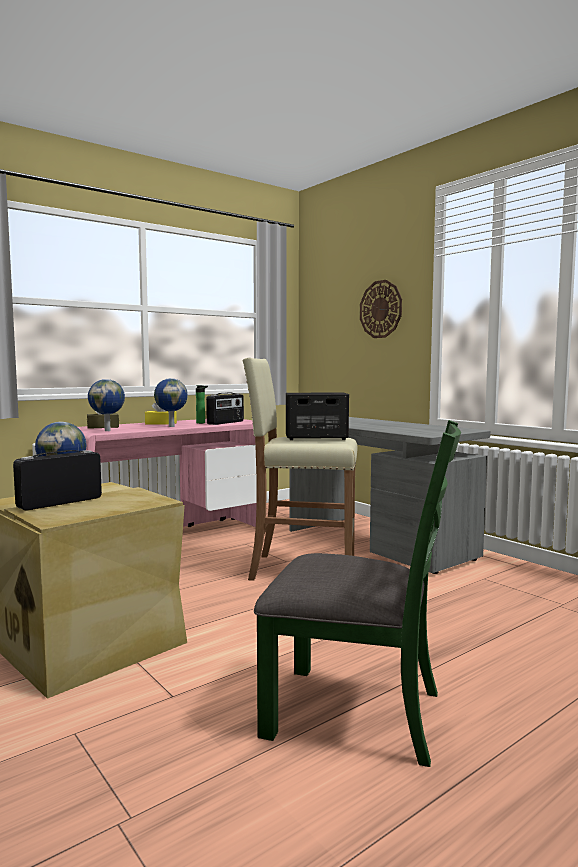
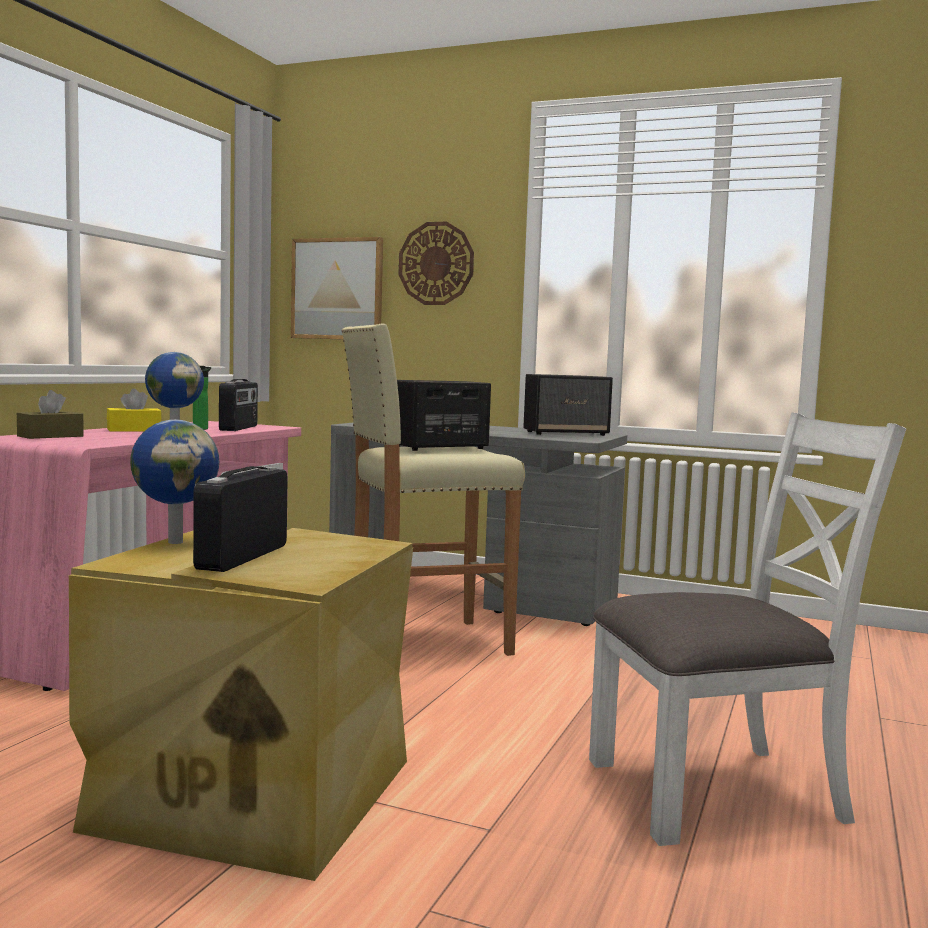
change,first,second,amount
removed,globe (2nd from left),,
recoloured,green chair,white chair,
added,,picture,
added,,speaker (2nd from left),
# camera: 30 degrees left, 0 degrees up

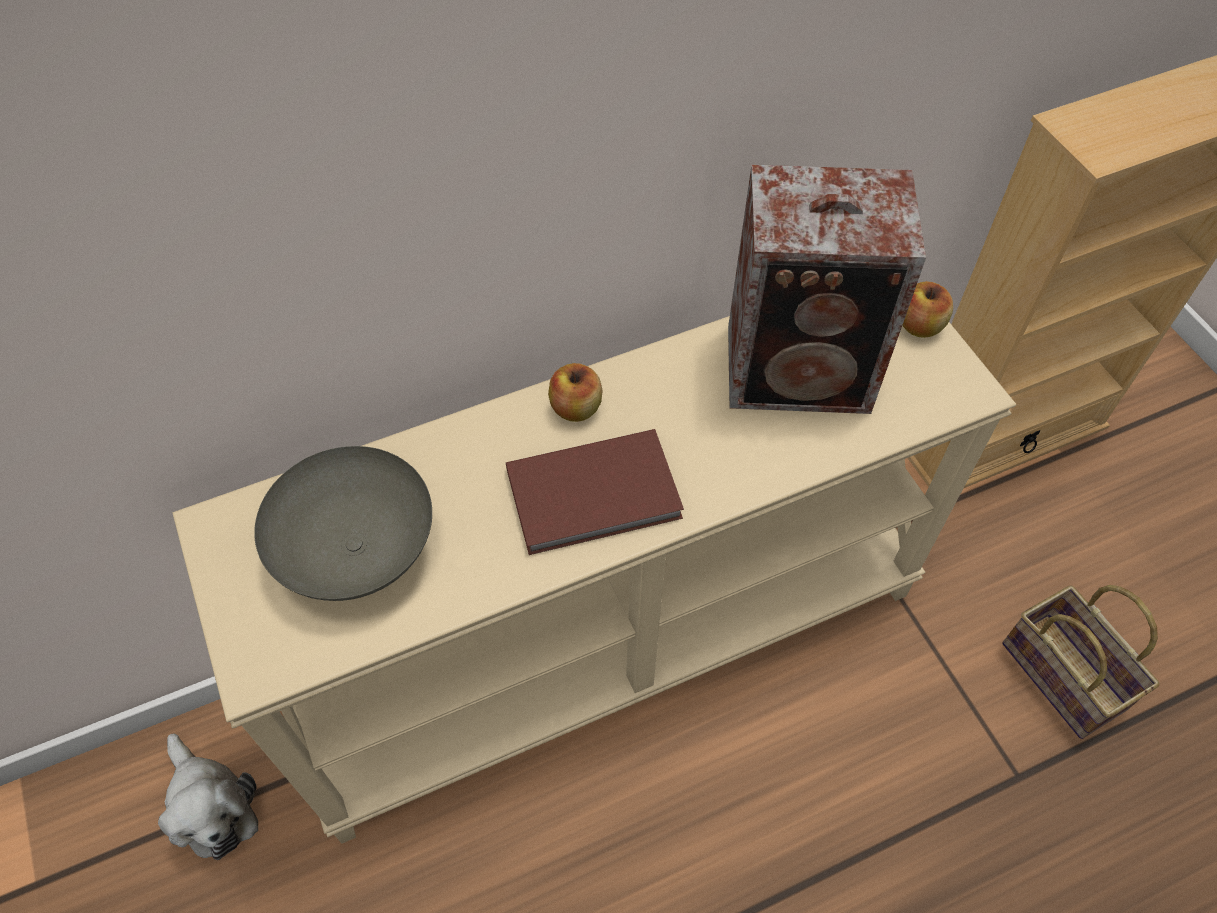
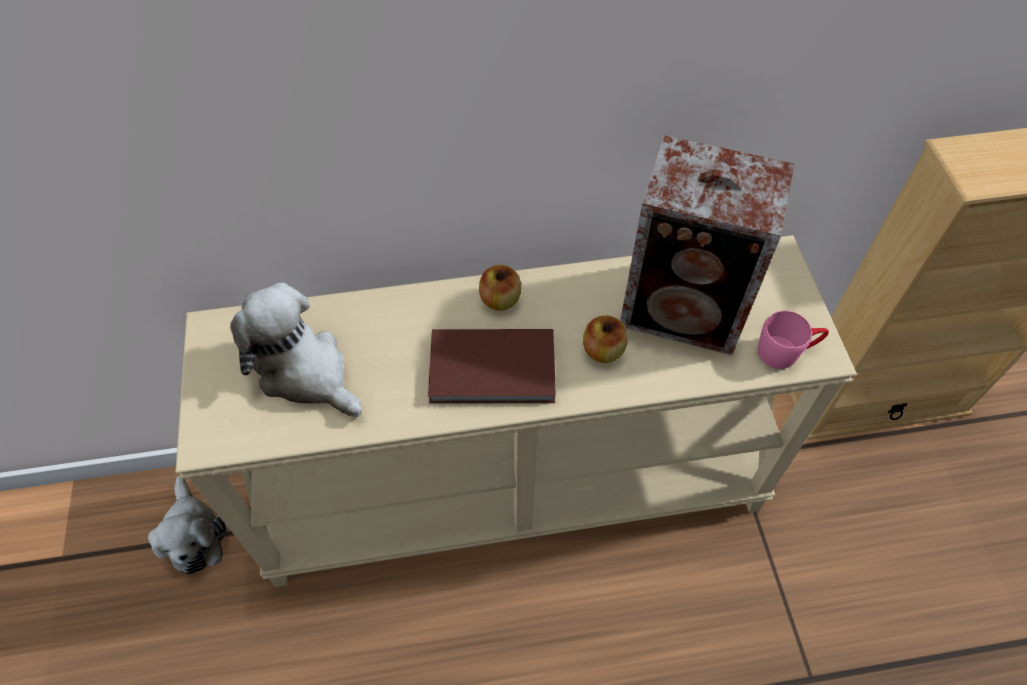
change,first,second,amount
moved,apple (2nd from left),,
replaced,grey bowl,plush toy (2nd from left),
removed,basket,,
added,,pink mug,
# camera: 15 degrees right, 0 degrees up

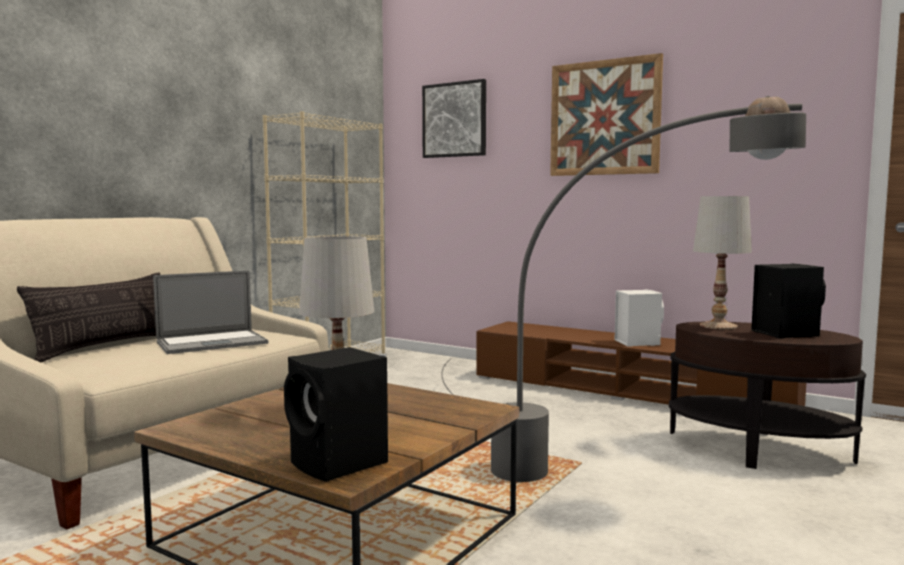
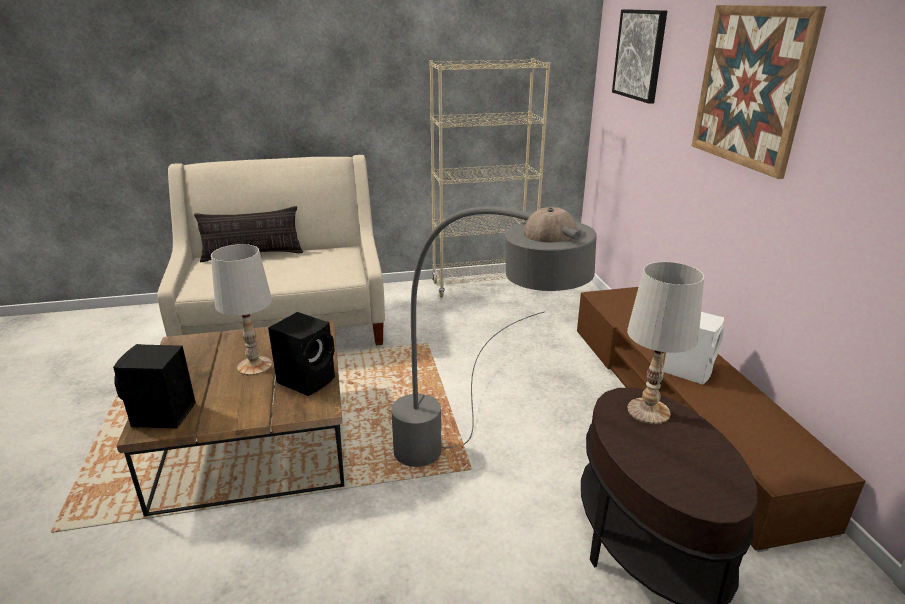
change,first,second,amount
moved,black speaker (2nd from left),,
removed,laptop,,
# camera: 45 degrees right, 20 degrees up

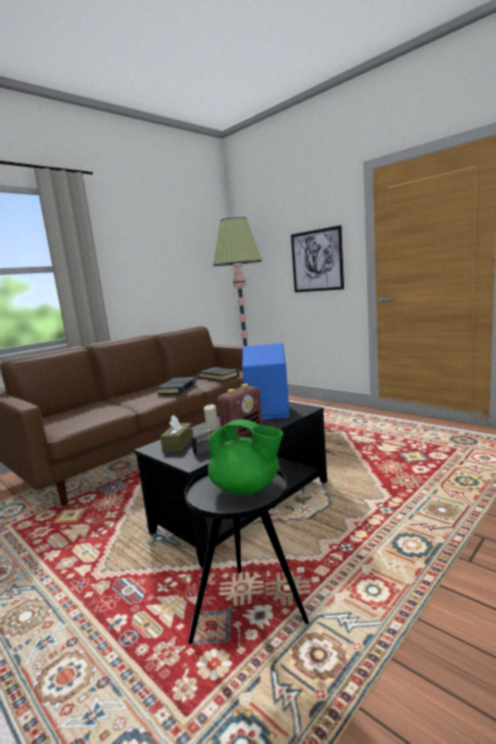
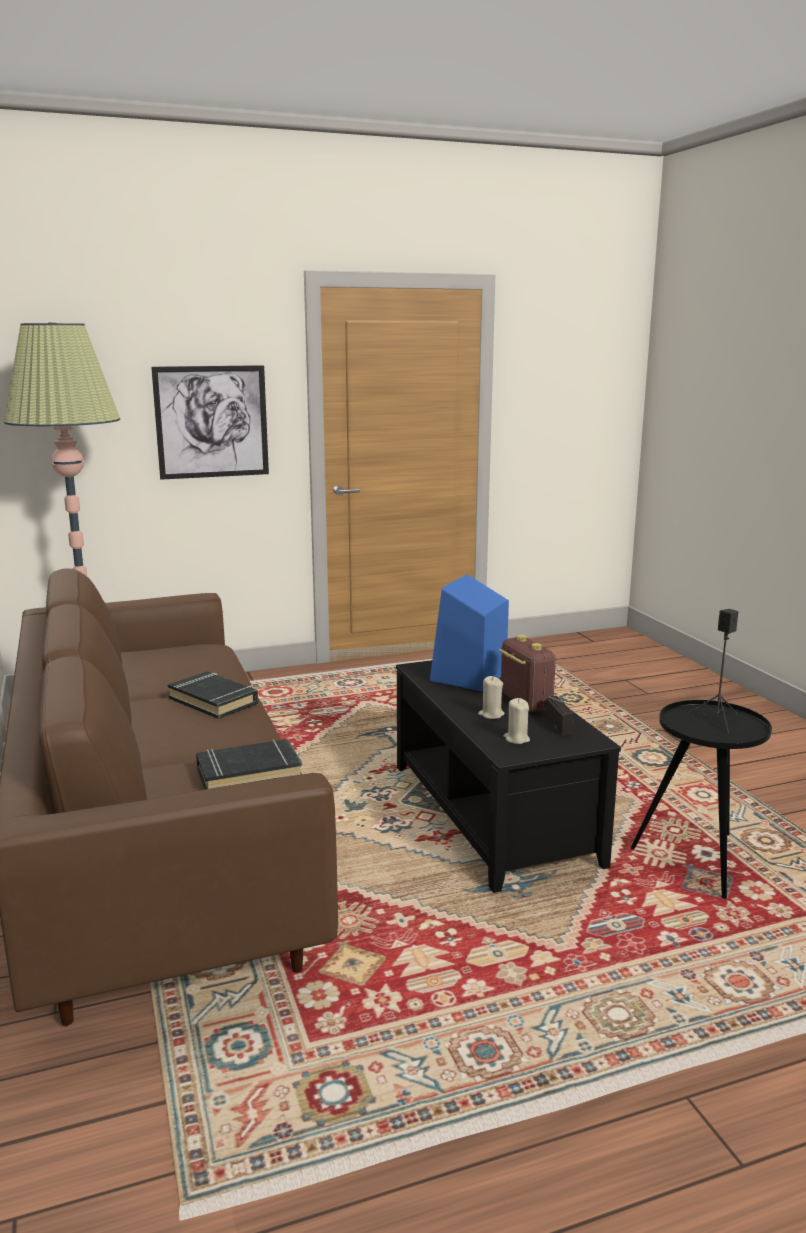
change,first,second,amount
moved,black book (2nd from left),,
replaced,brown tissue box,beige candle (2nd from left),
replaced,green teapot,black speaker,
# camera: 65 degrees left, 5 degrees up

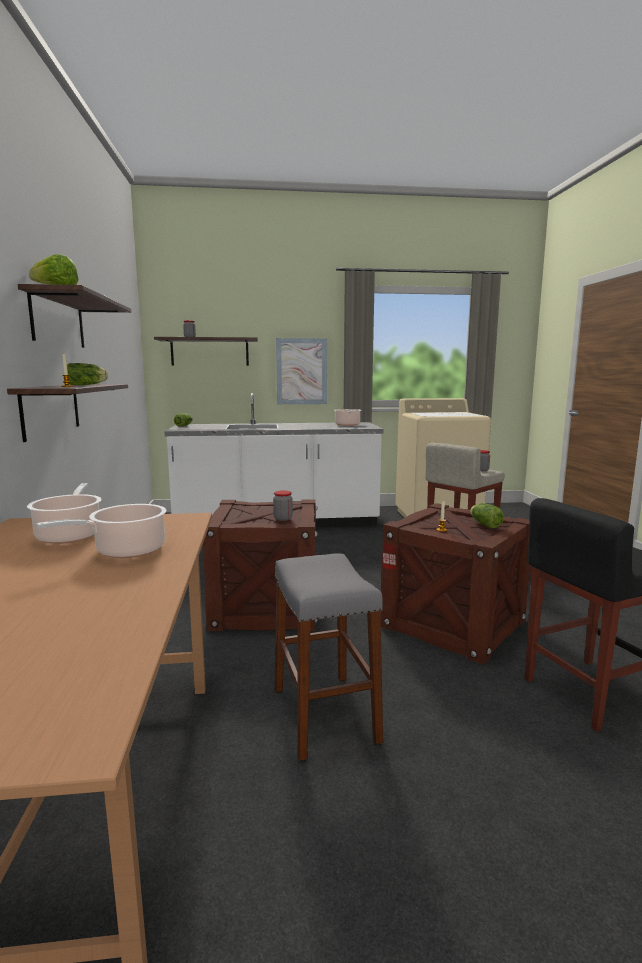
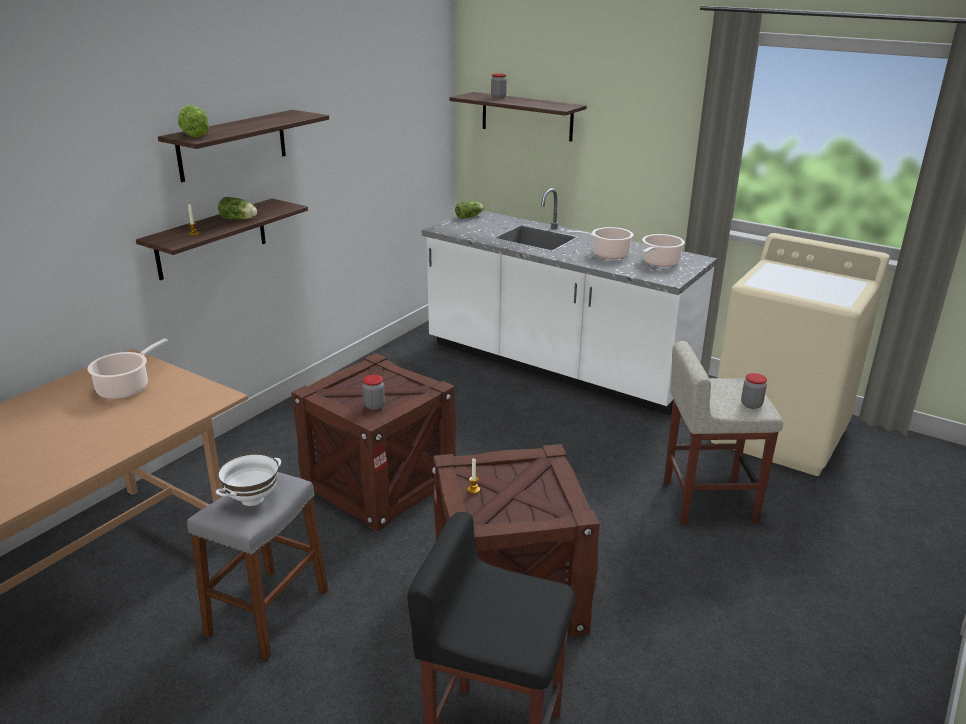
change,first,second,amount
removed,picture,,
removed,lettuce (4th from left),,
moved,cooking pot (2nd from left),,
added,,white bowl,
# camera: 40 degrees right, 15 degrees up

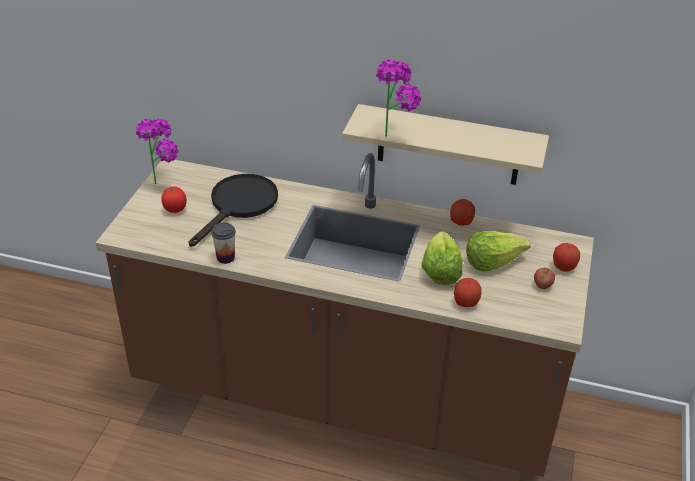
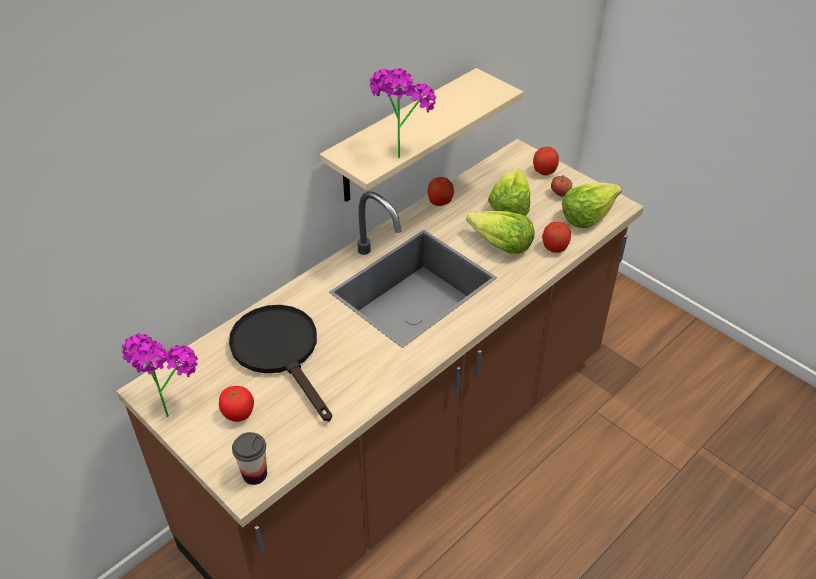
change,first,second,amount
moved,cup,,
added,,lettuce (3rd from left),
# camera: 60 degrees left, 5 degrees up

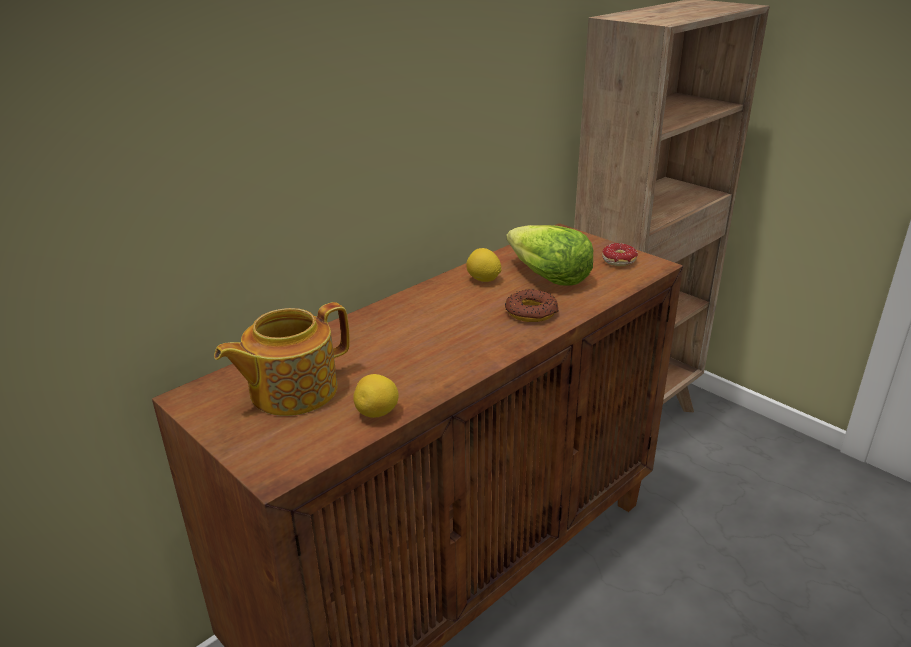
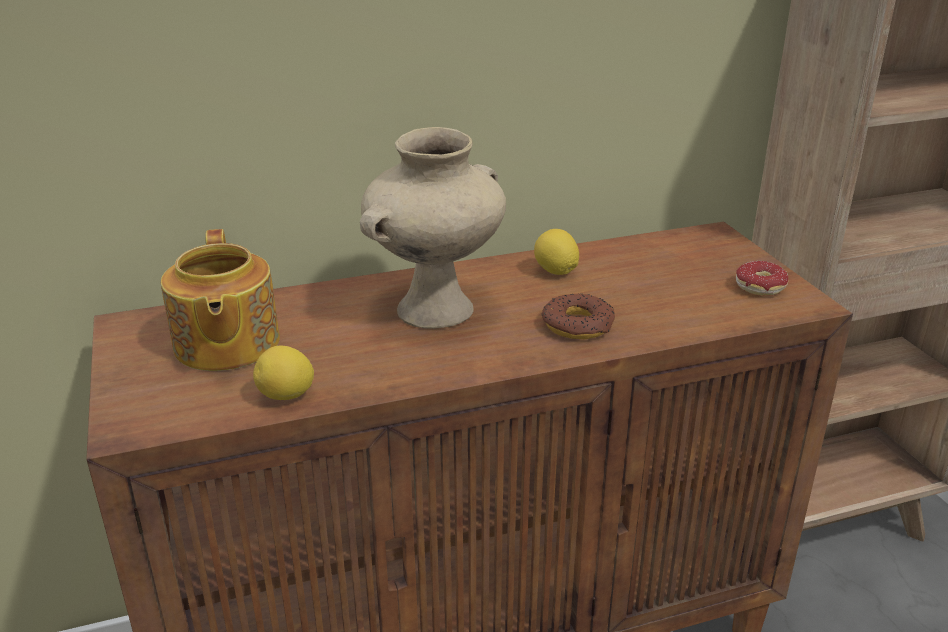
change,first,second,amount
removed,lettuce,,
turned,teapot,,90 degrees counterclockwise
added,,beige vase,
# camera: 25 degrees right, 0 degrees up

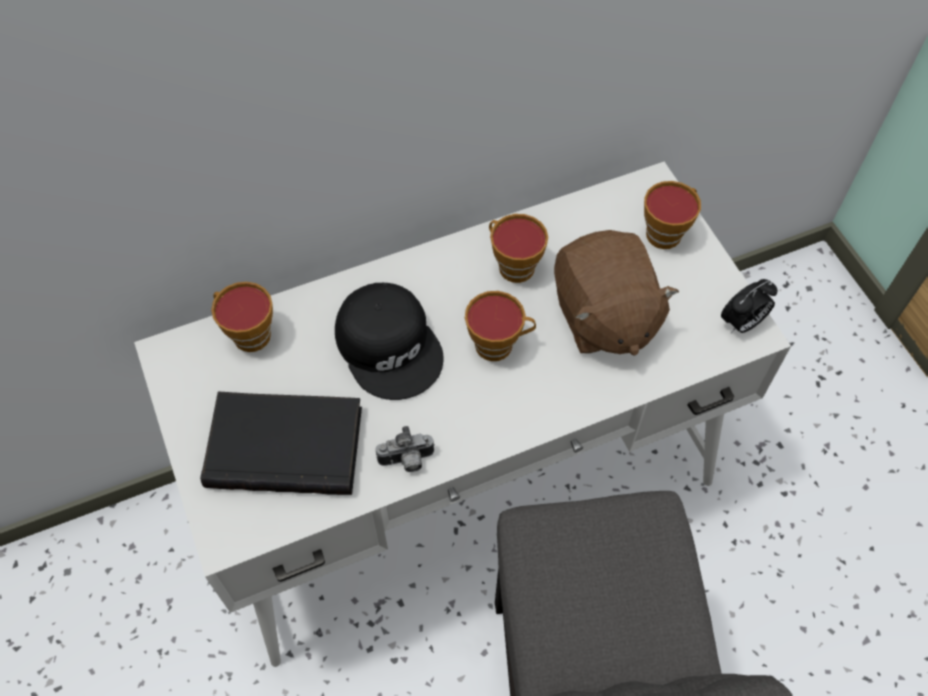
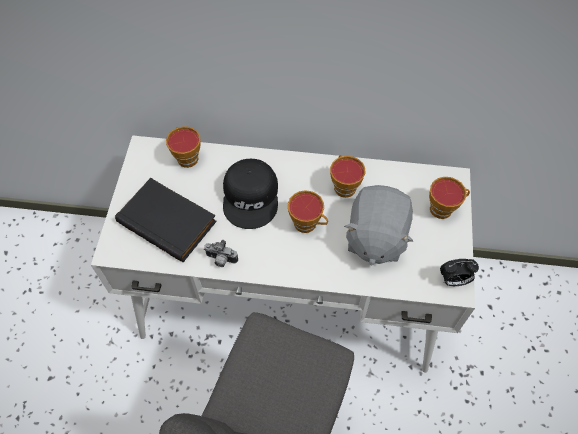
change,first,second,amount
recoloured,brown plush toy,grey plush toy,
# camera: 30 degrees right, 0 degrees up

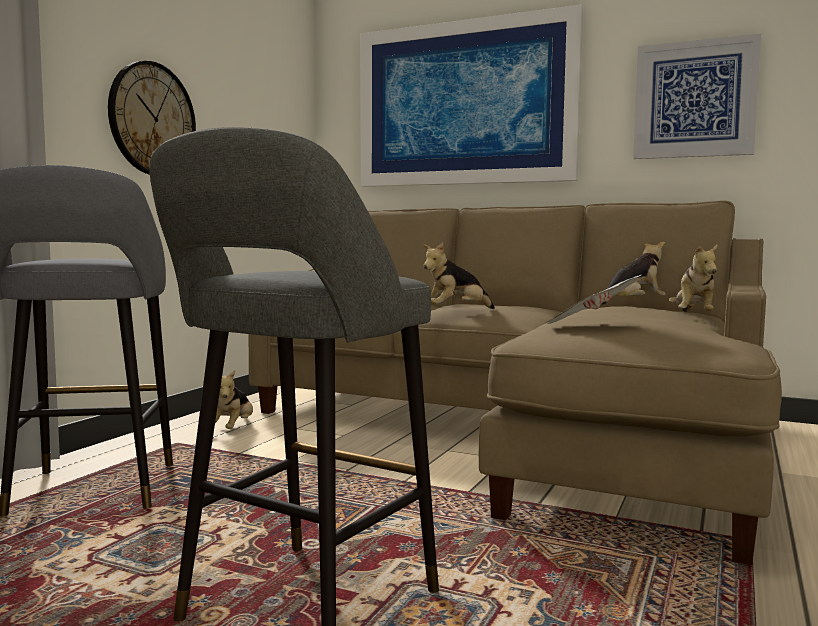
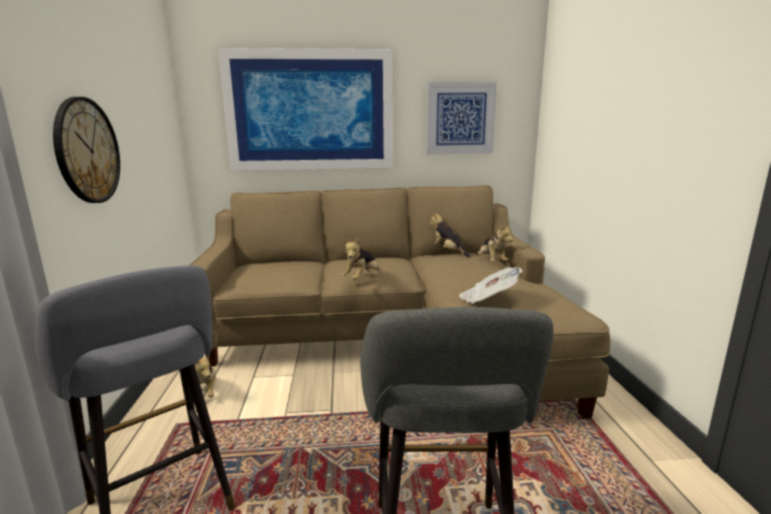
change,first,second,amount
turned,plush toy (3rd from left),,75 degrees counterclockwise
# camera: 30 degrees left, 10 degrees up

